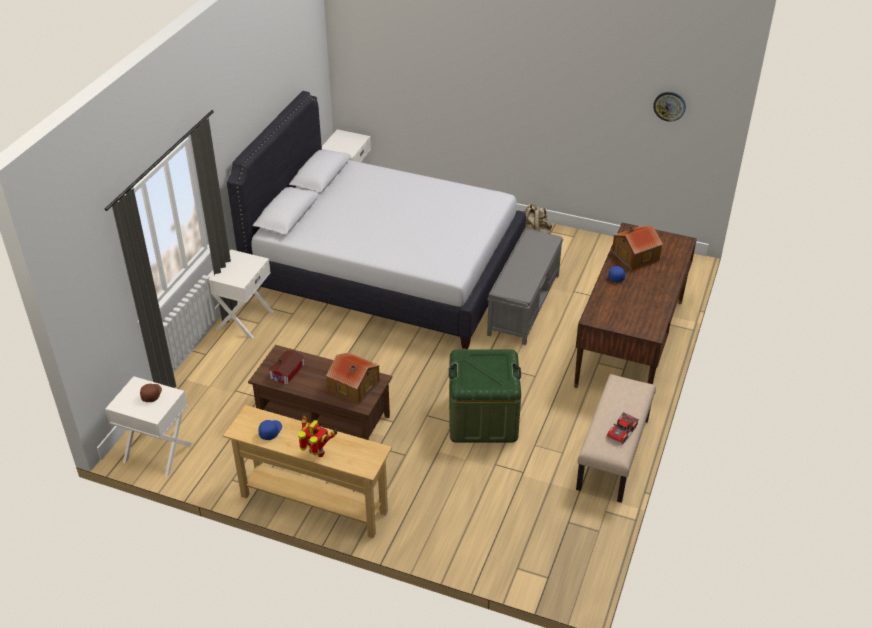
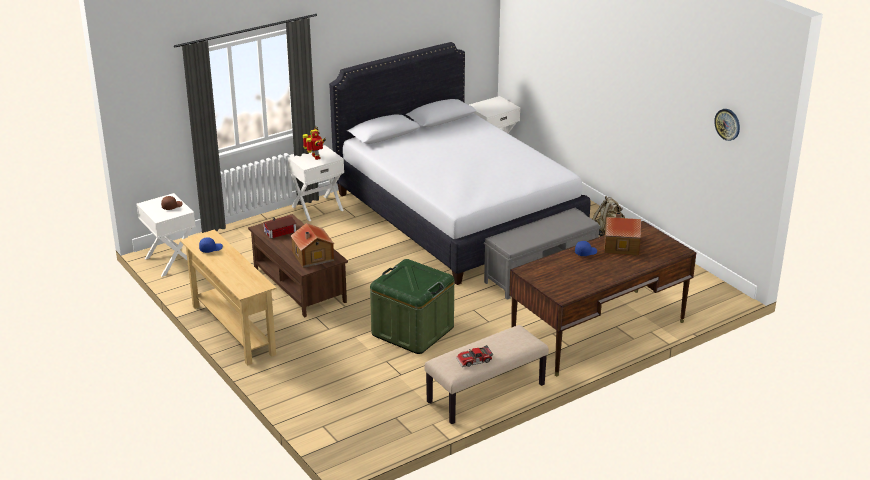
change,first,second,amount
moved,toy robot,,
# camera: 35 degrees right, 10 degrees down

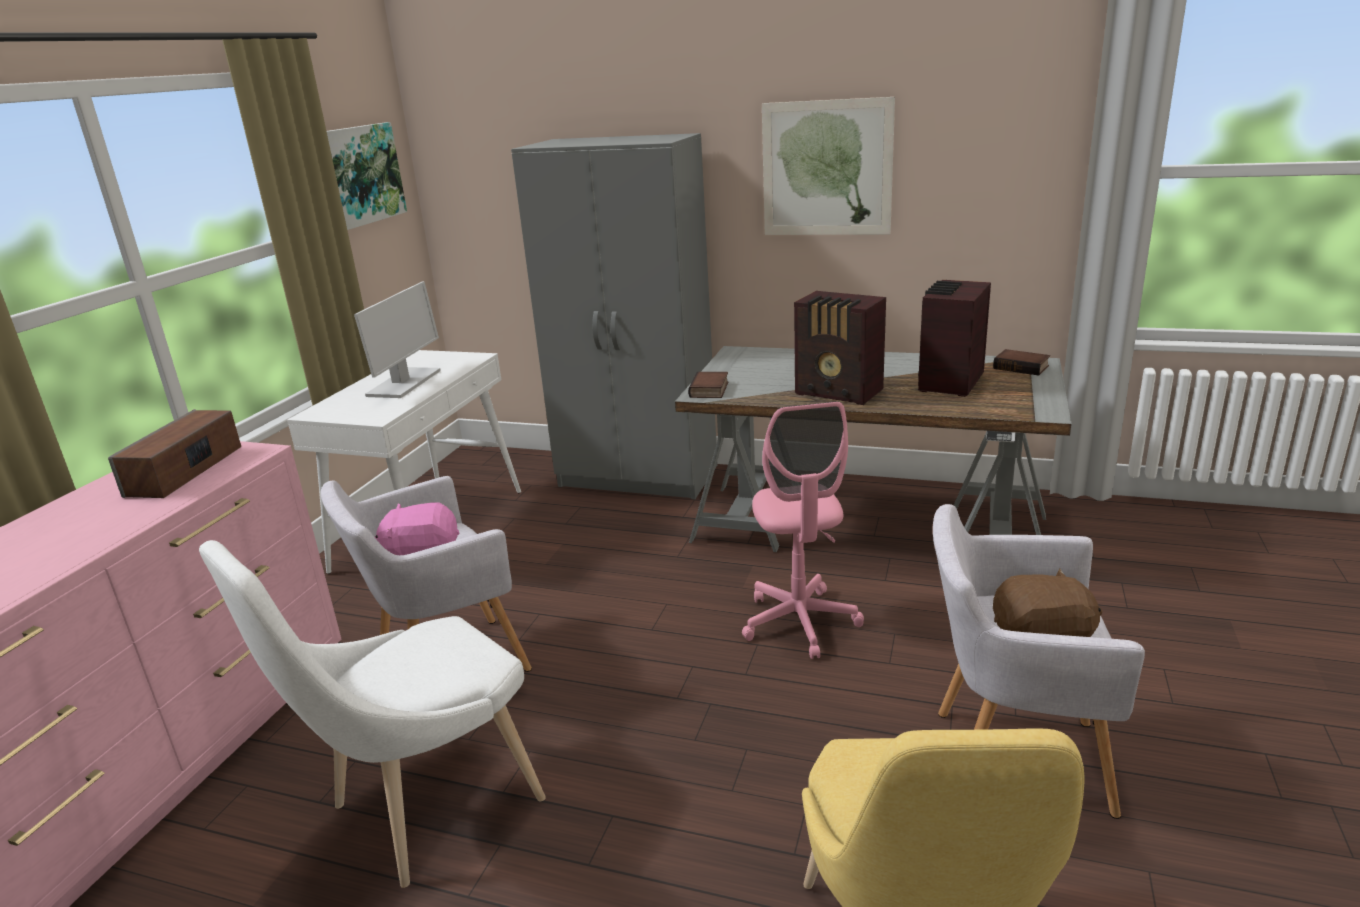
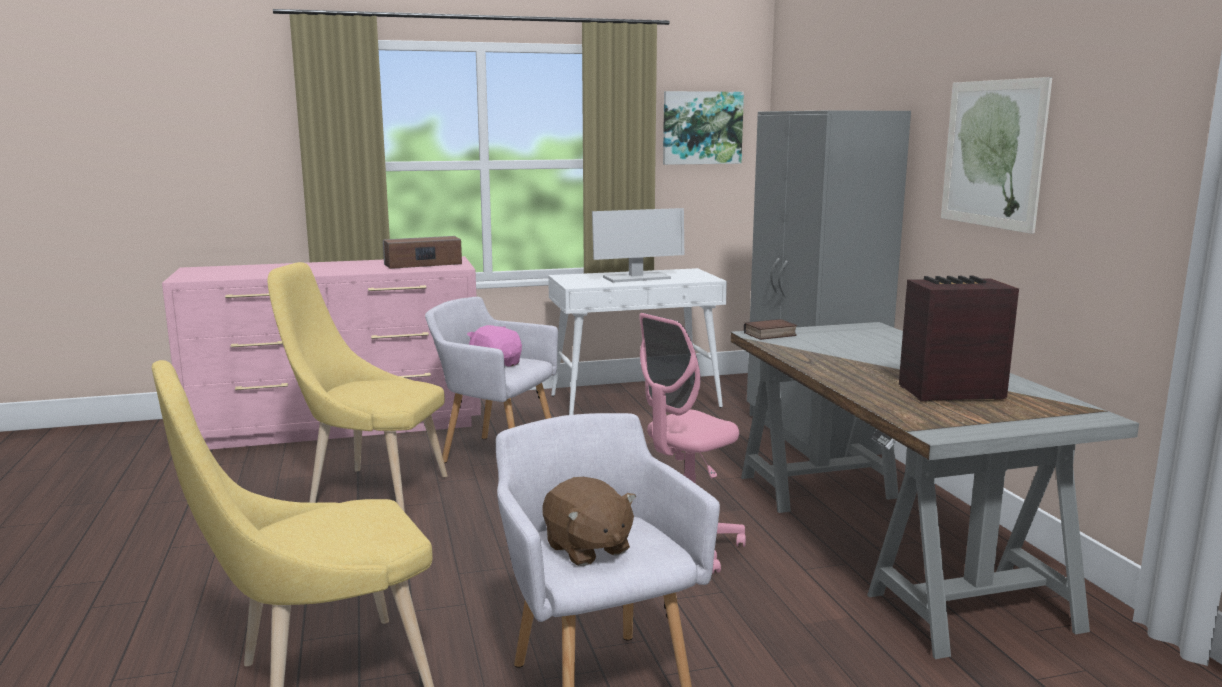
change,first,second,amount
removed,radio (1st from left),,
removed,book (2nd from left),,
recoloured,white chair,yellow chair (2nd from left),
# camera: 55 degrees right, 10 degrees down

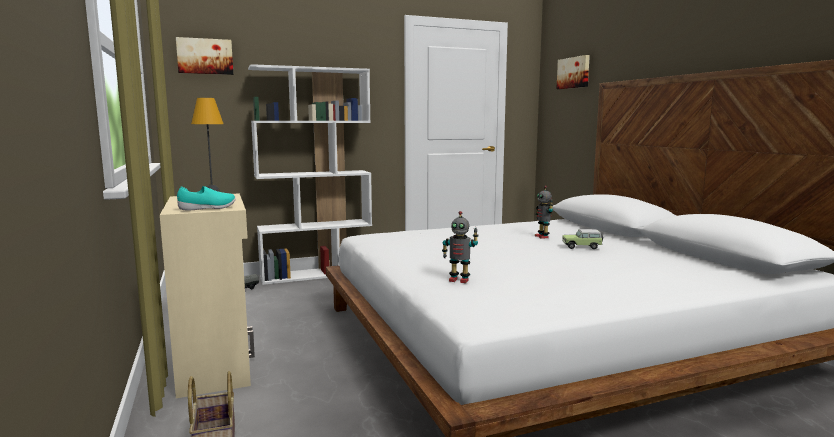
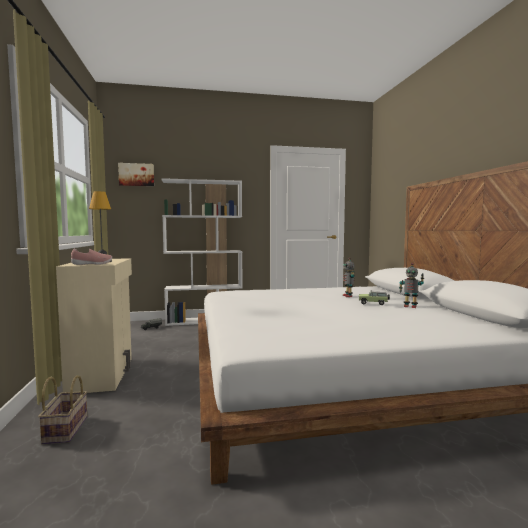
change,first,second,amount
removed,picture (2nd from left),,
recoloured,turquoise shoe,pink shoe,
moved,toy robot (1st from left in the first image),toy robot (2nd from left),
# camera: 10 degrees right, 5 degrees down

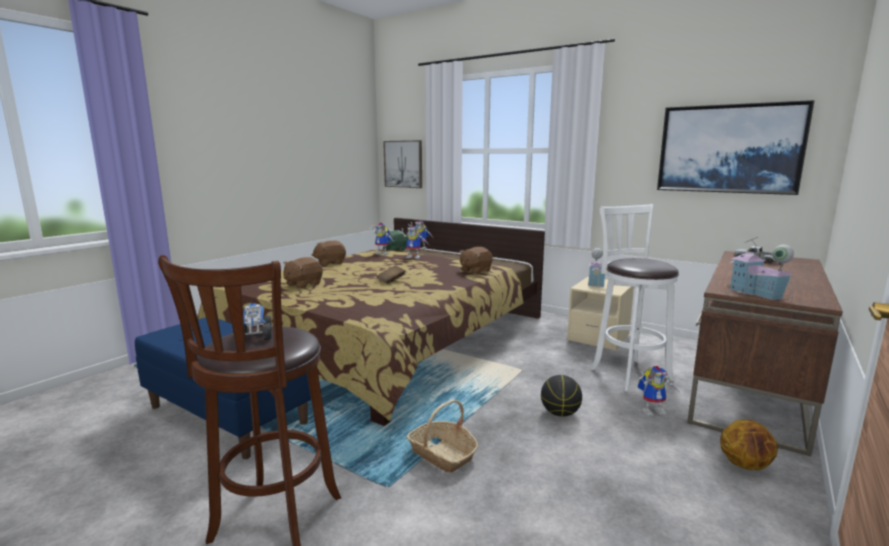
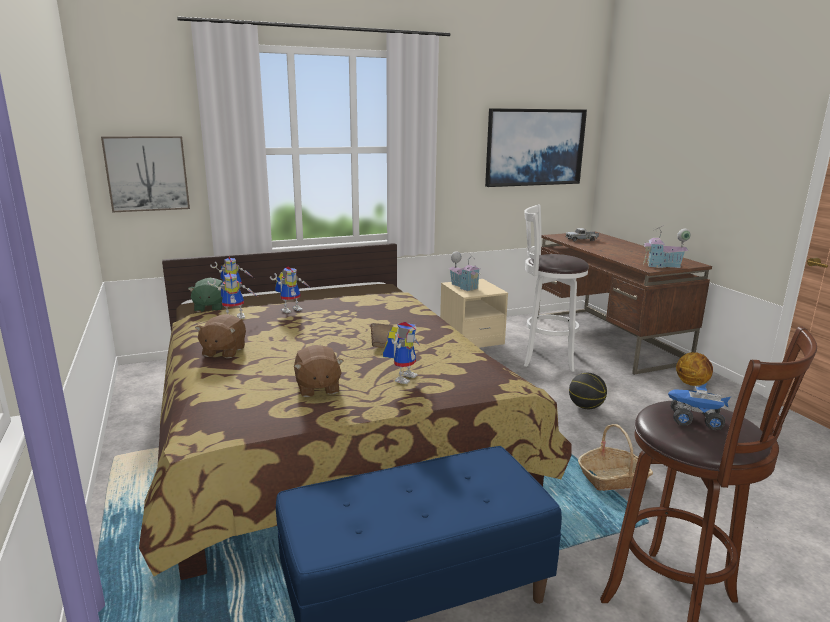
change,first,second,amount
removed,brown plush toy (3rd from left),,
moved,toy robot (4th from left),,
# camera: 55 degrees left, 5 degrees up

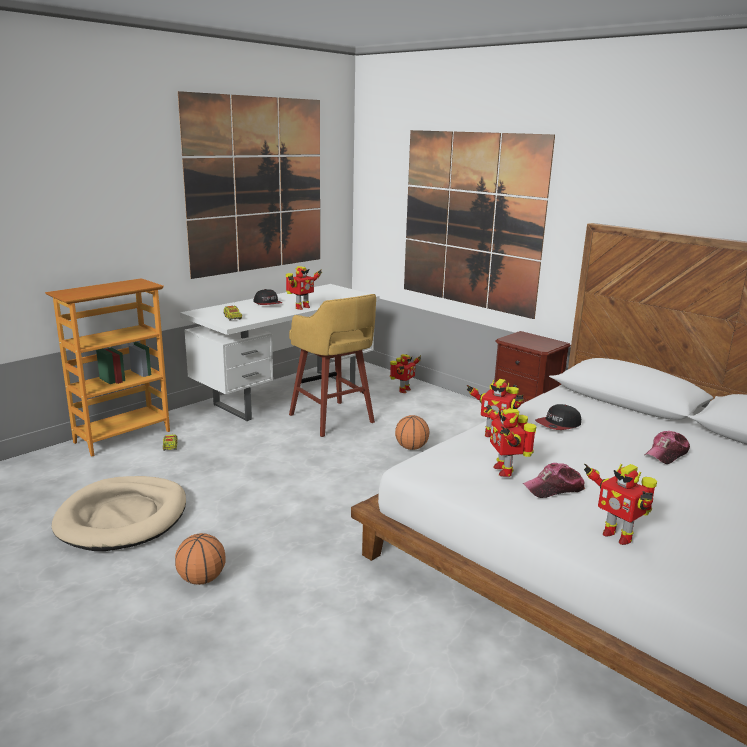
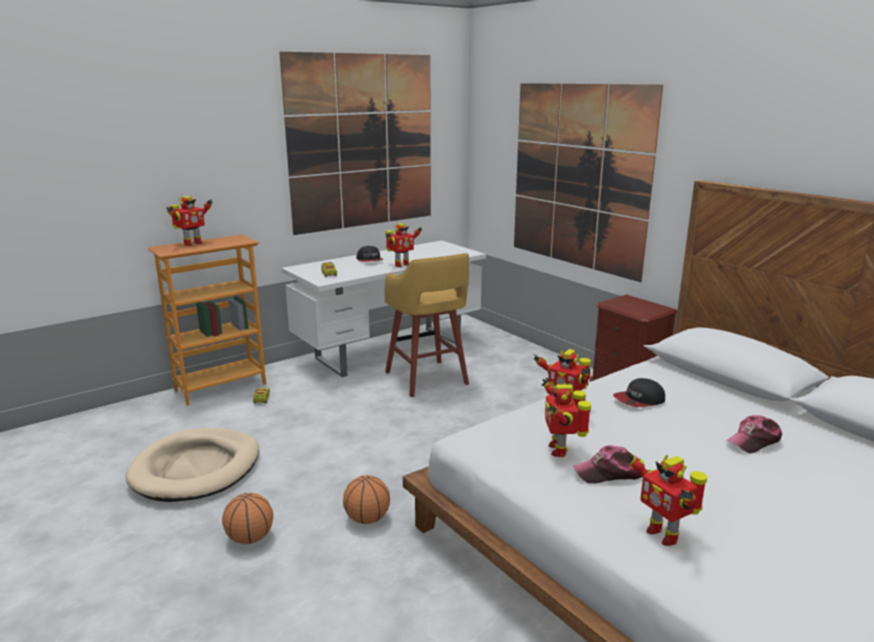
change,first,second,amount
moved,toy robot (2nd from left in the first image),toy robot (1st from left),
moved,basketball (2nd from left),,
# camera: 10 degrees right, 0 degrees up

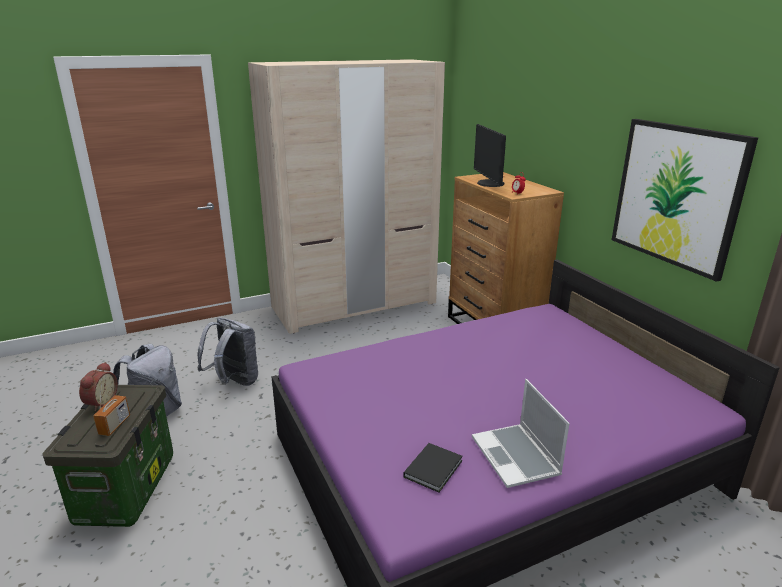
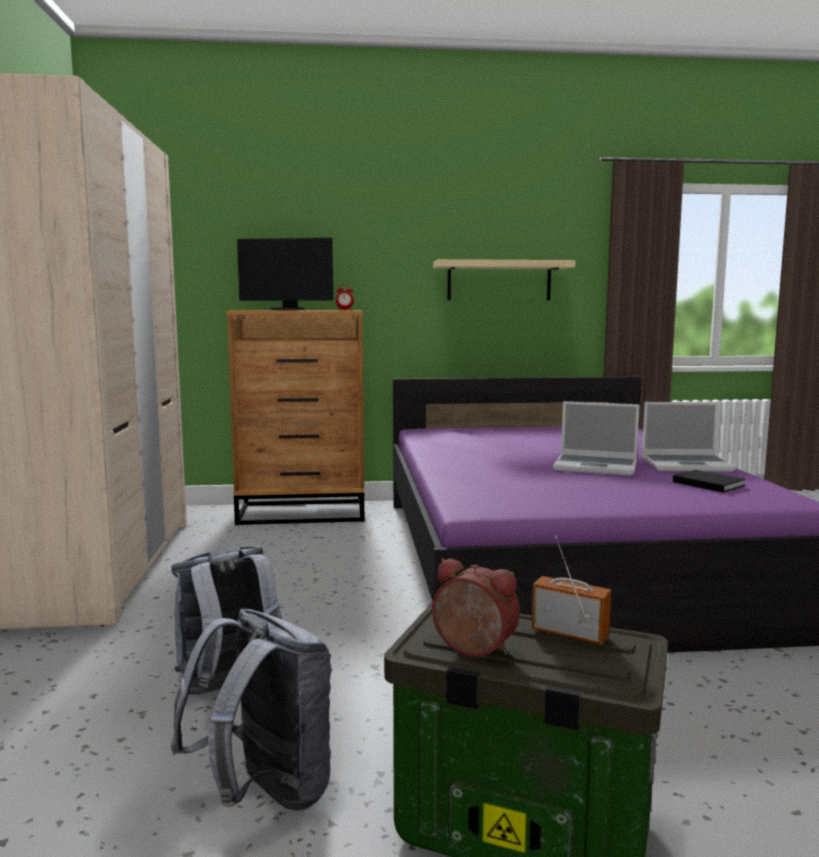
change,first,second,amount
replaced,picture,beige shelf,
added,,laptop (1st from left),
# camera: 70 degrees left, 15 degrees down

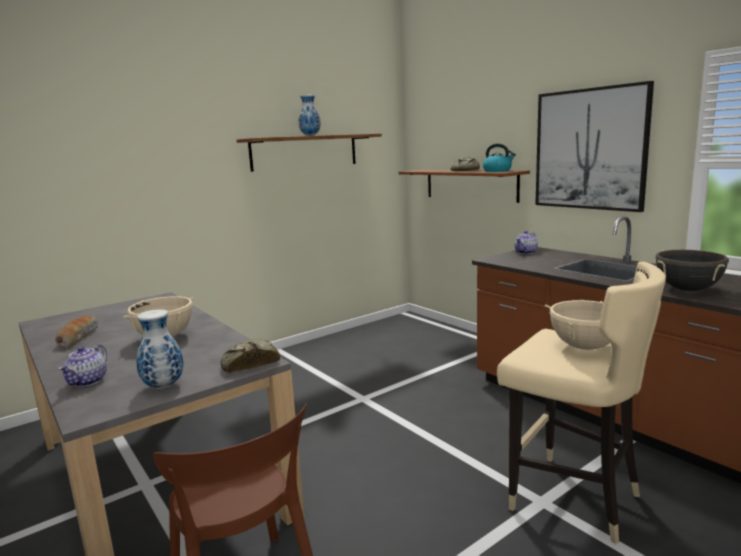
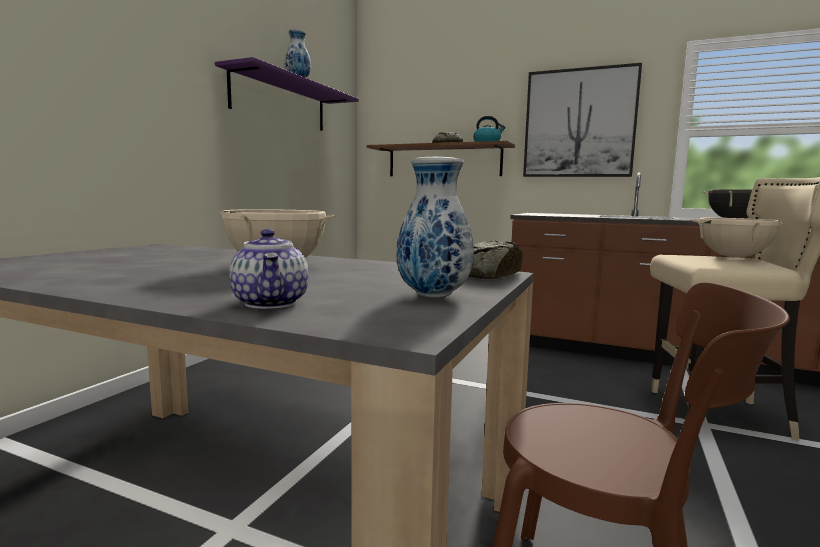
change,first,second,amount
recoloured,brown shelf (1st from left),purple shelf,
removed,teapot (2nd from left),,
removed,bread (1st from left),,
# camera: 30 degrees left, 5 degrees down

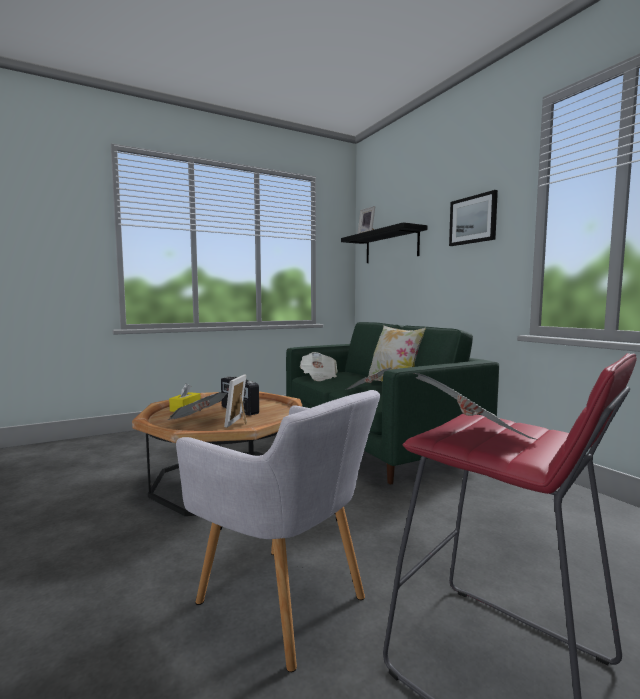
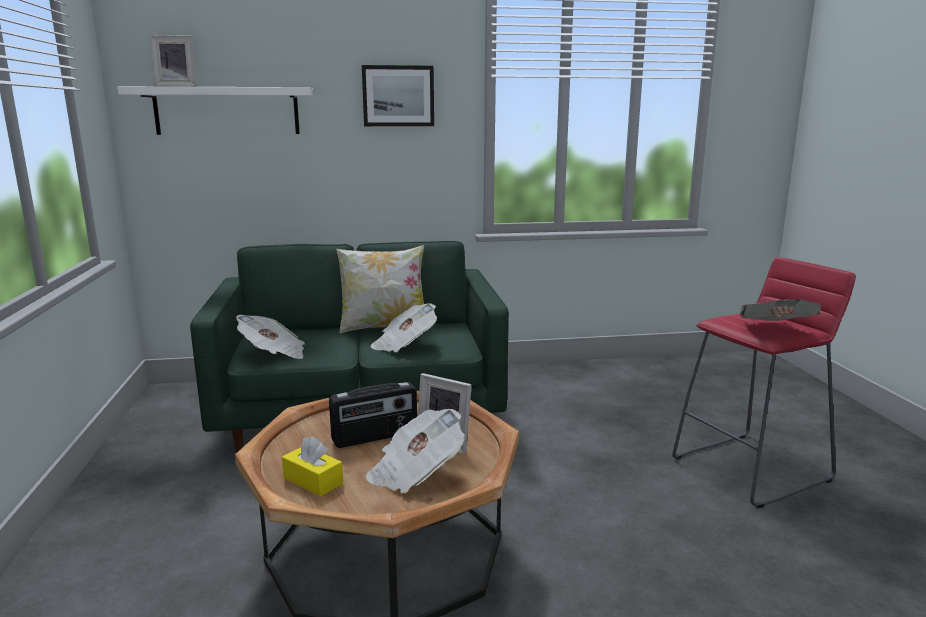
change,first,second,amount
recoloured,black shelf,white shelf,
removed,grey armchair,,
# camera: 70 degrees left, 10 degrees up

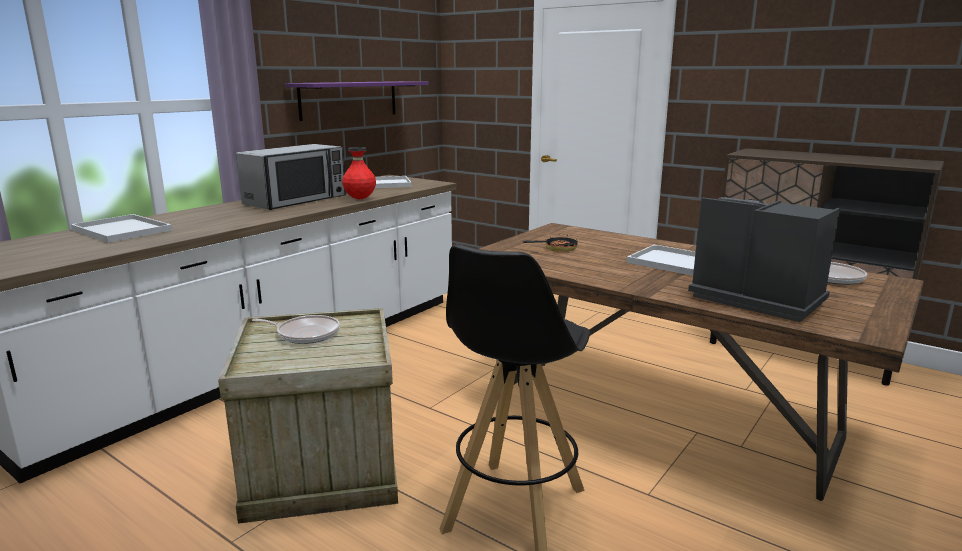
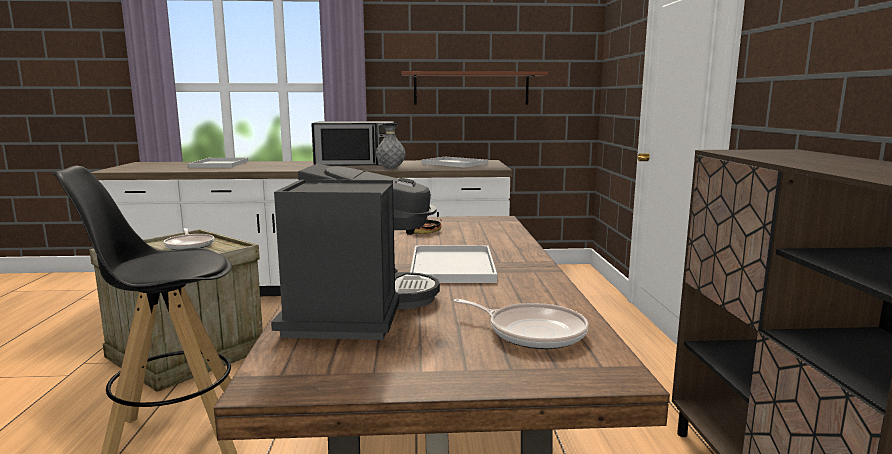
change,first,second,amount
recoloured,purple shelf,brown shelf,
recoloured,red vase,grey vase,
# camera: 50 degrees right, 5 degrees down

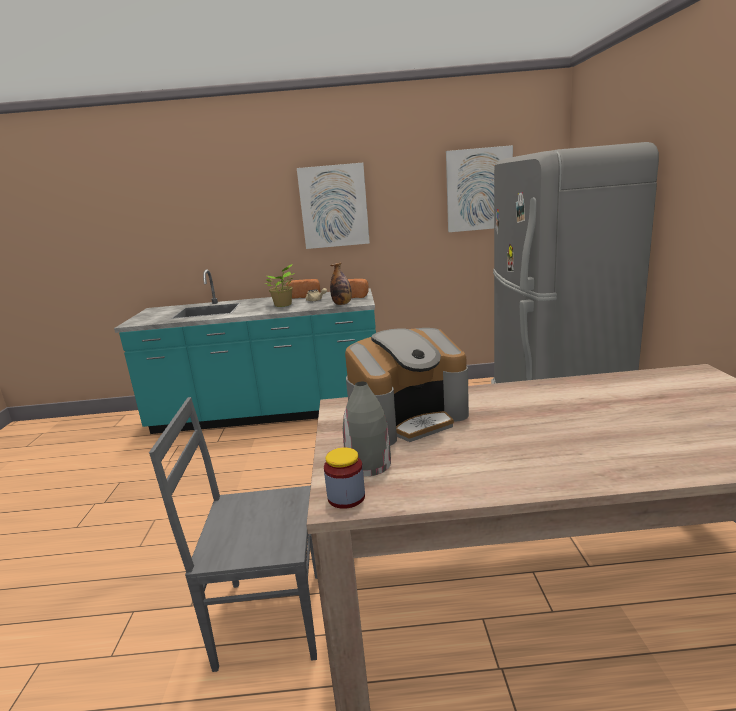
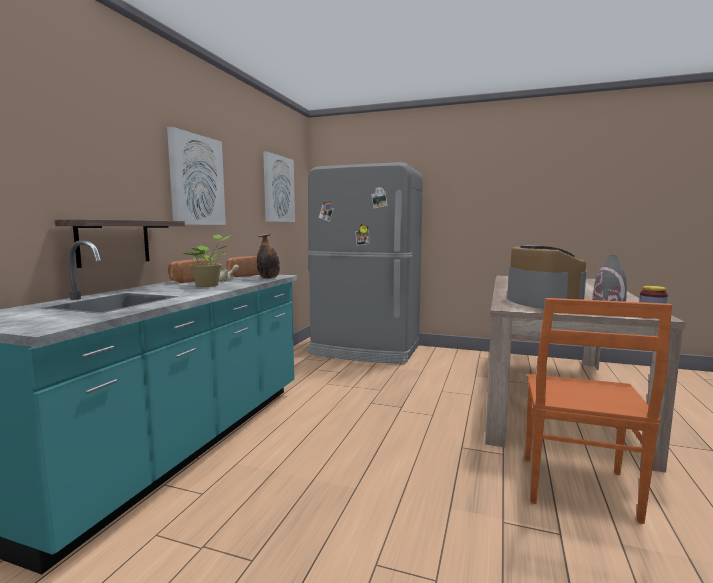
change,first,second,amount
recoloured,grey chair,orange chair,
added,,shelf,
# camera: 70 degrees left, 10 degrees down

